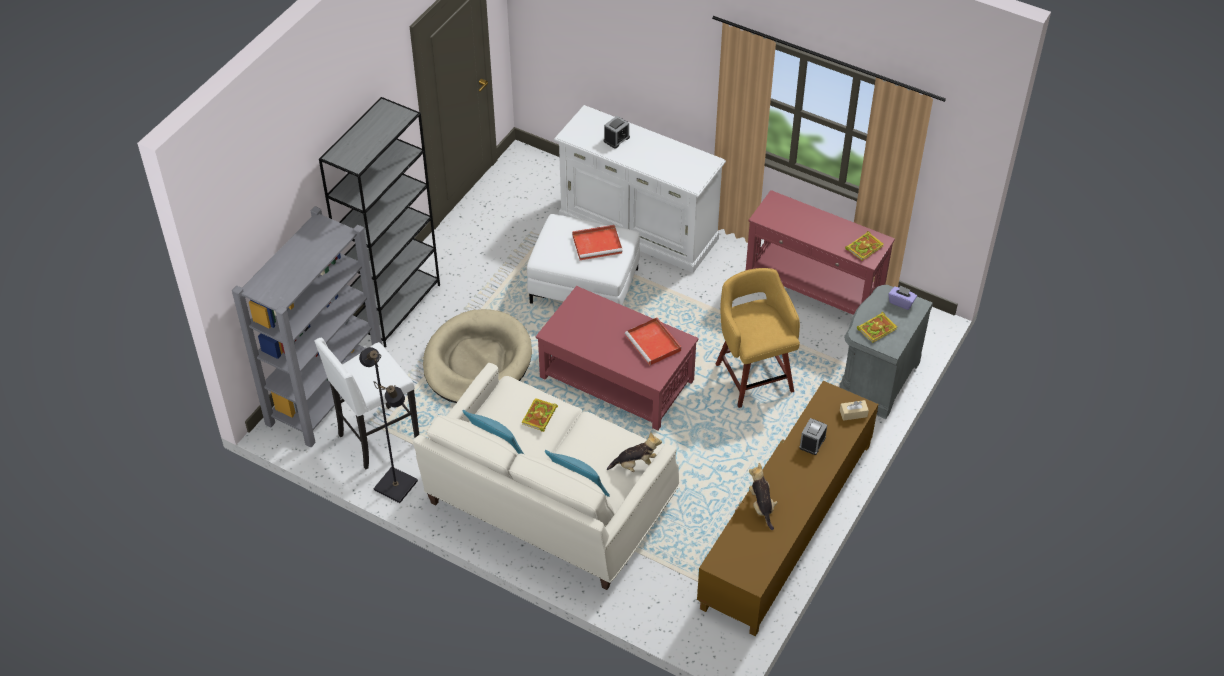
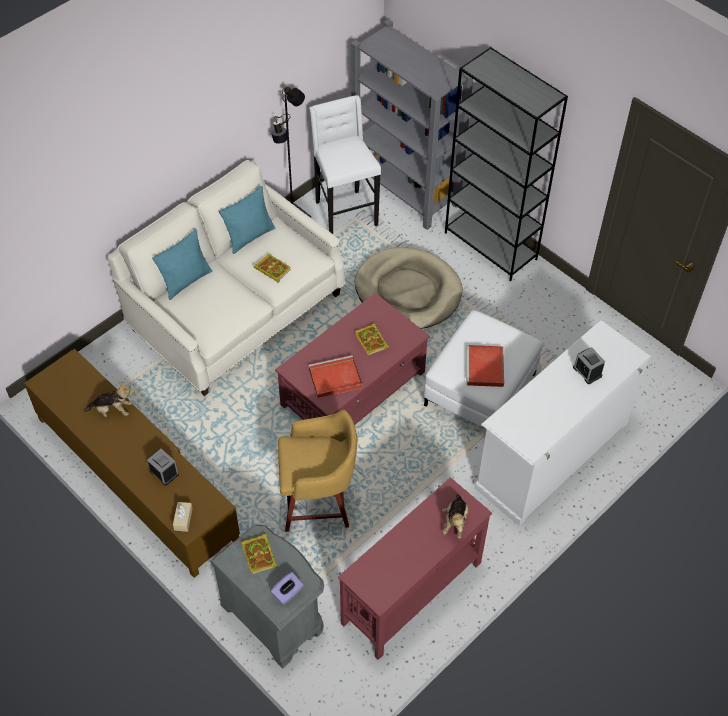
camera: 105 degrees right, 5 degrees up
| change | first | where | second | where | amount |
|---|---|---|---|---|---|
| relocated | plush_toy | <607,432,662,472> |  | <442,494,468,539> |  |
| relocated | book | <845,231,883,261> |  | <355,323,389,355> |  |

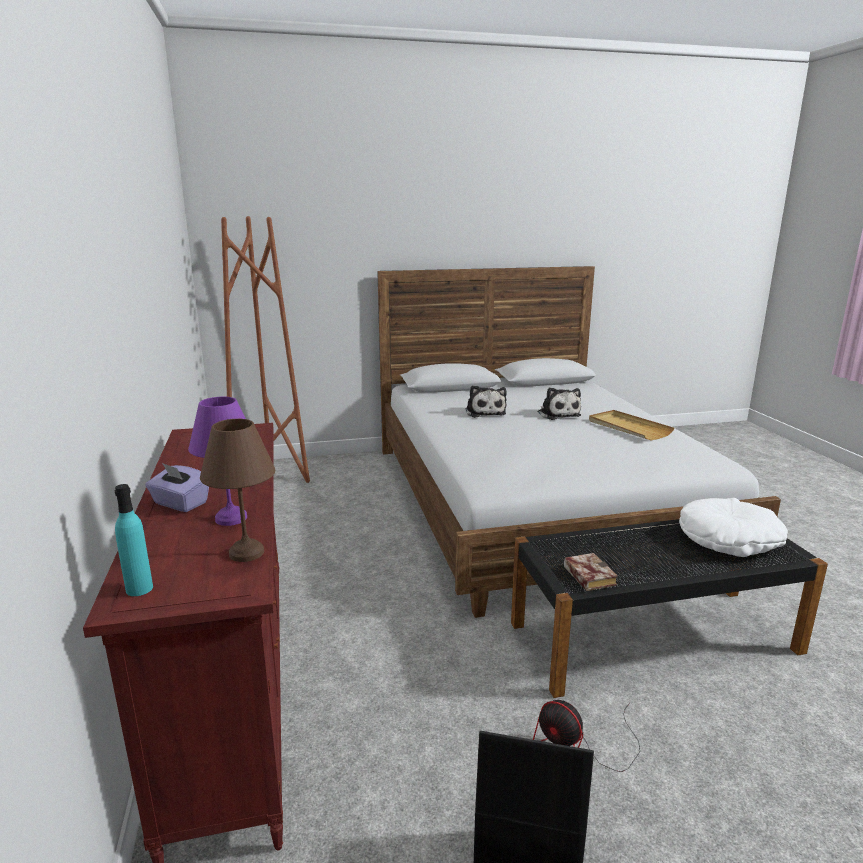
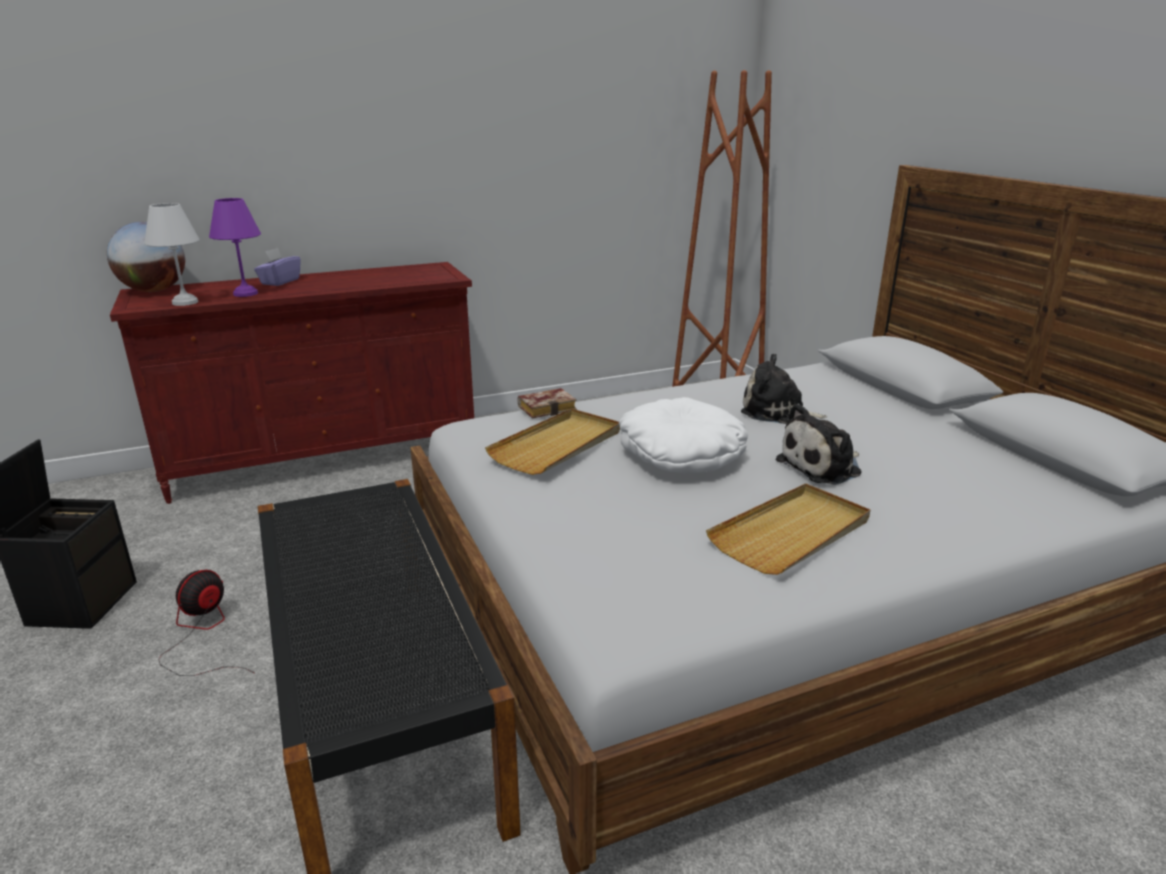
camera: 80 degrees right, 5 degrees up
| change | first | where | second | where | amount |
|---|---|---|---|---|---|
| exchanged | turquoise_bottle | <115,484,153,596> | globe | <107,222,185,292> |  |
| colour | brown_table_lamp | <200,419,275,562> | white_table_lamp | <144,203,200,306> |  |
| spun | plush_toy | <466,385,507,418> |  | <741,354,827,424> | 45 degrees clockwise |
| relocated | book | <564,553,618,591> |  | <517,388,577,418> |  |
| relocated | white_pillow | <679,498,788,557> |  | <619,397,748,473> |  |
| appeared |  |  | beige_tray | <485,408,620,475> |  |

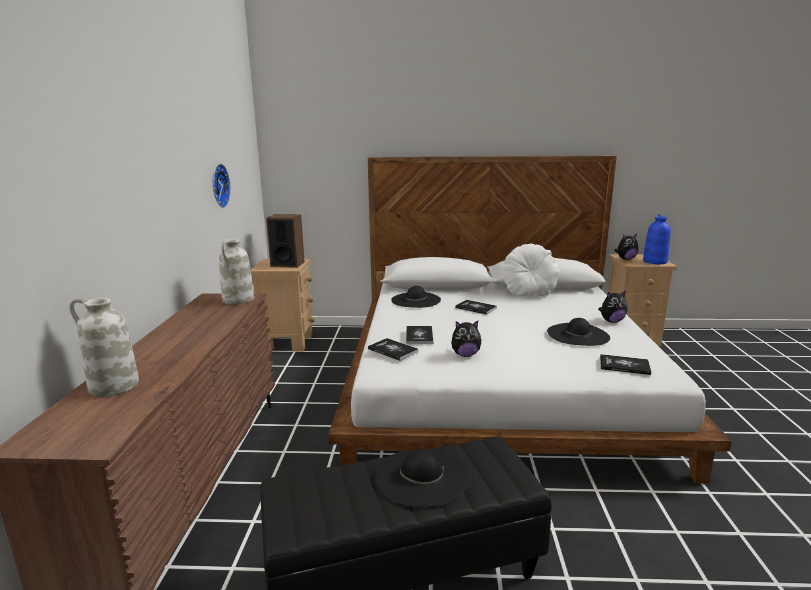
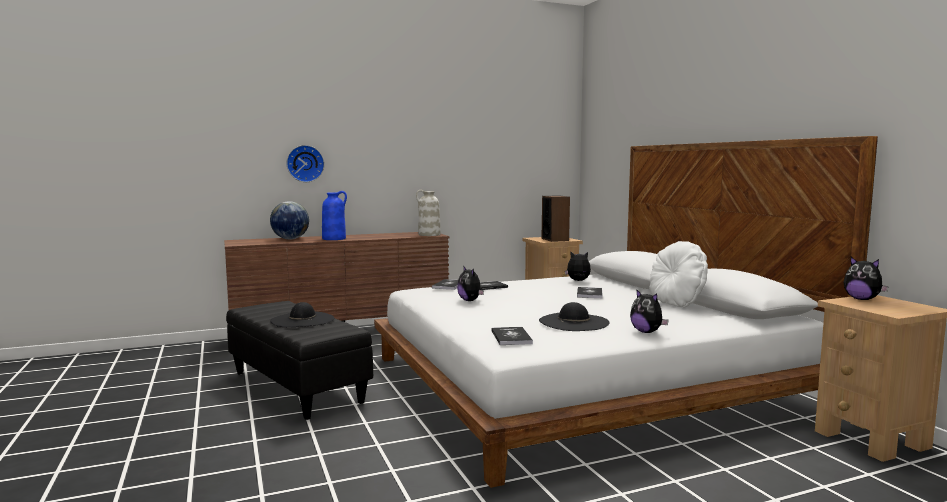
camera: 65 degrees right, 10 degrees down
| change | first | where | second | where | amount |
|---|---|---|---|---|---|
| exchanged | white_vase | <69,298,139,397> | globe | <270,201,309,239> |  |
| relocated | wall_clock | <213,164,231,208> |  | <286,145,324,182> |  |
| exchanged | black_hat | <391,286,441,308> | plush_toy | <565,252,591,281> |  |
| relocated | blue_vase | <643,214,671,264> |  | <322,191,347,240> |  |

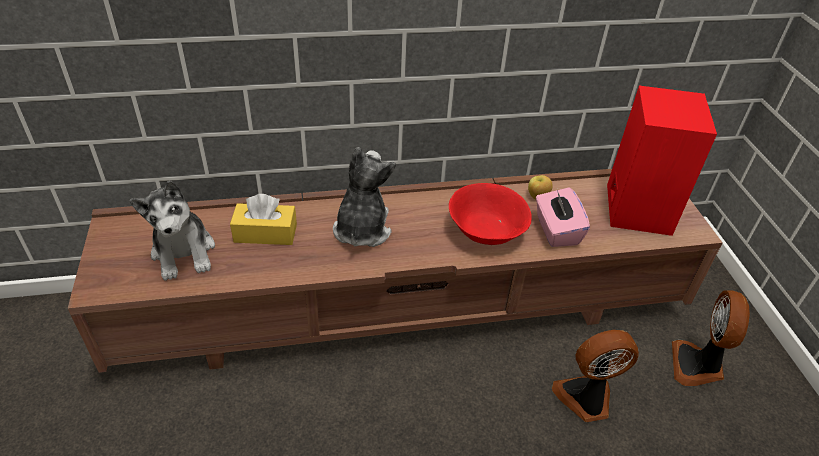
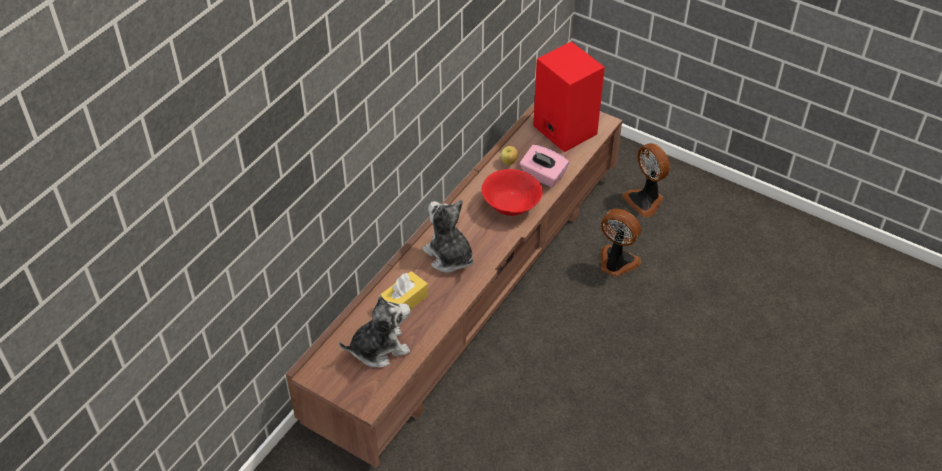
camera: 45 degrees left, 5 degrees up
| change | first | where | second | where | amount |
|---|---|---|---|---|---|
| spun | plush_toy | <130,180,215,281> |  | <339,295,411,367> | 45 degrees counterclockwise |
| spun | fan | <552,330,639,422> |  | <600,209,641,277> | 90 degrees clockwise |

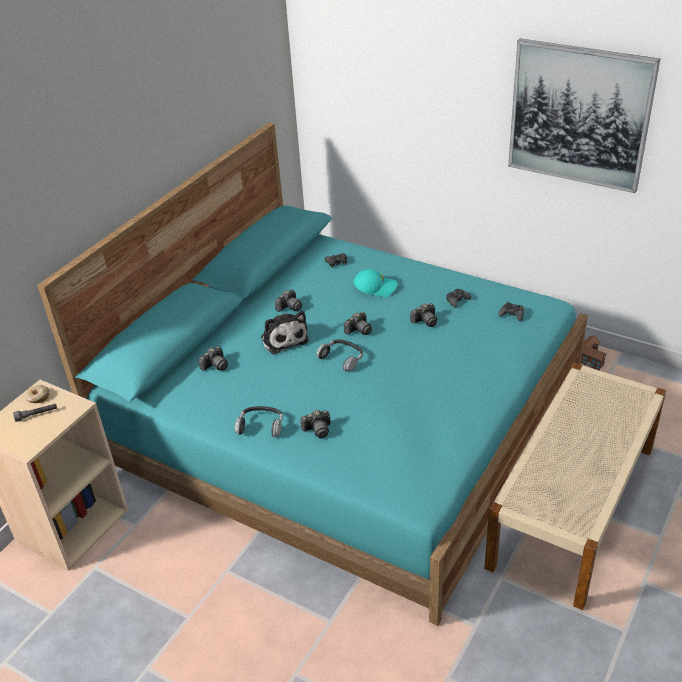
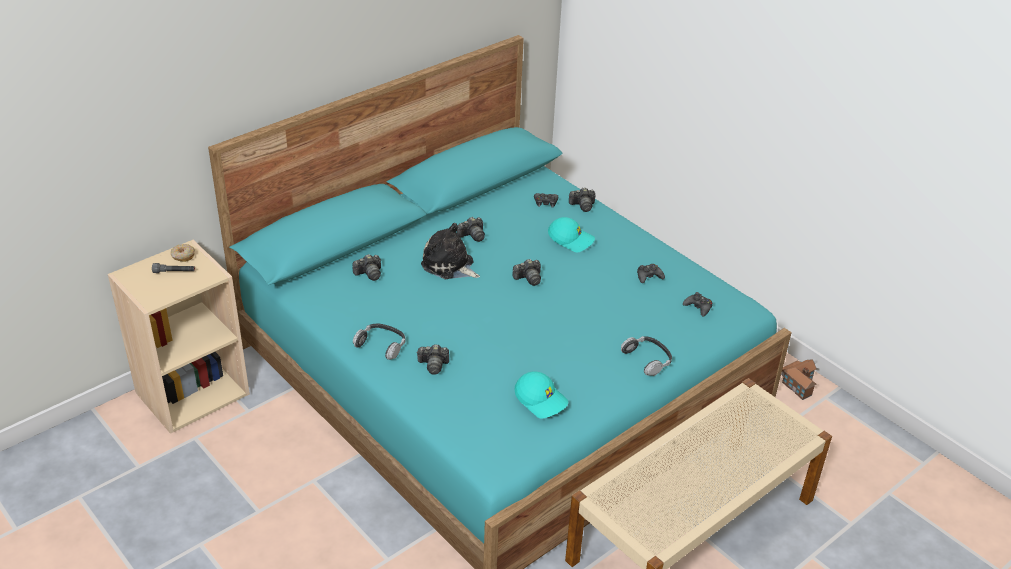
camera: 15 degrees right, 0 degrees up
| change | first | where | second | where | amount |
|---|---|---|---|---|---|
| spun | plush_toy | <261,311,308,354> |  | <421,223,480,279> | 135 degrees clockwise |
| relocated | headphones | <316,339,363,371> |  | <621,336,672,376> |  |
| relocated | photo_camera | <410,303,437,327> |  | <569,188,595,212> |  |
| missing | picture | <508,38,660,193> |  |  |  |
| appeared |  |  | turquoise_cap | <515,372,568,419> |  |

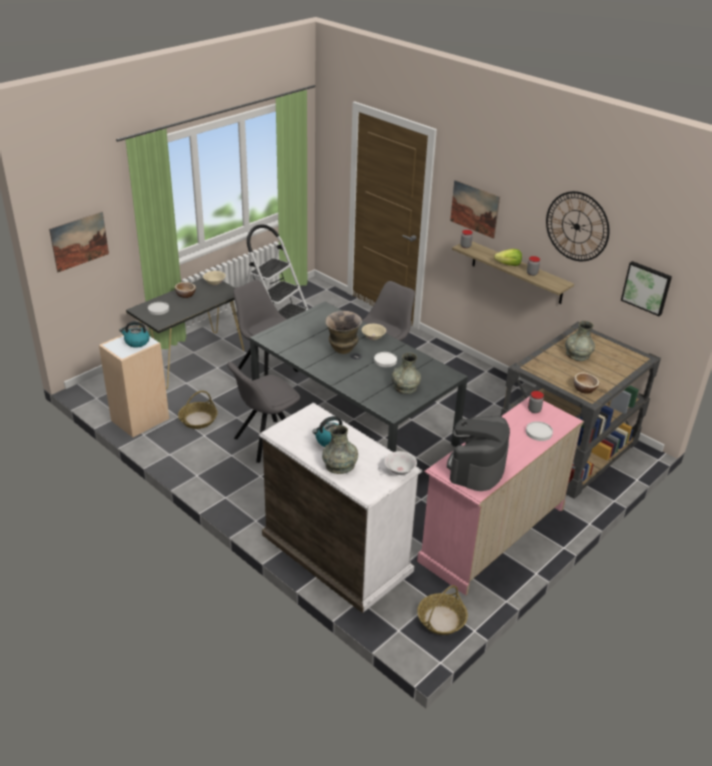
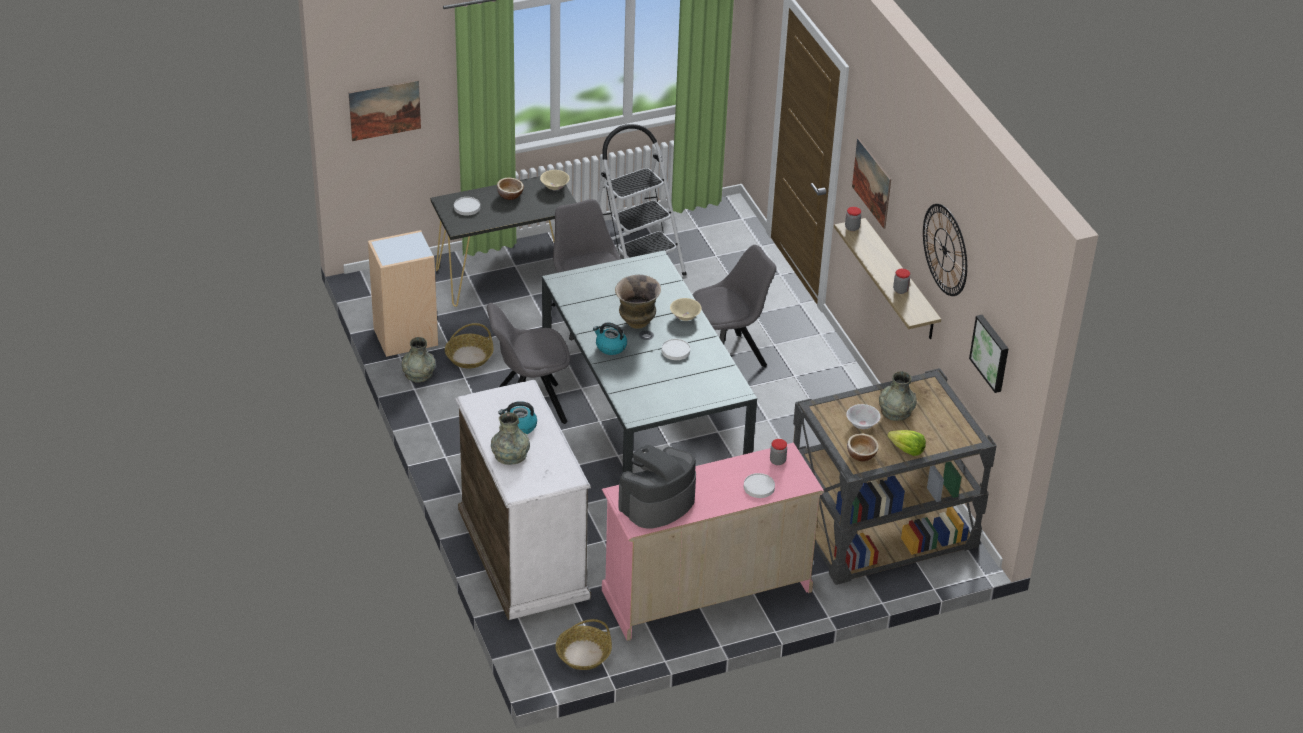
camera: 25 degrees right, 5 degrees up
| change | first | where | second | where | amount |
|---|---|---|---|---|---|
| relocated | kettle | <119,321,150,348> |  | <593,322,627,355> |  |
| relocated | white_bowl | <384,451,417,475> |  | <846,404,880,429> |  |
| relocated | grey_vase | <391,353,421,394> |  | <401,337,436,383> |  |
| relocated | lettuce | <494,249,522,266> |  | <887,430,926,456> |  |

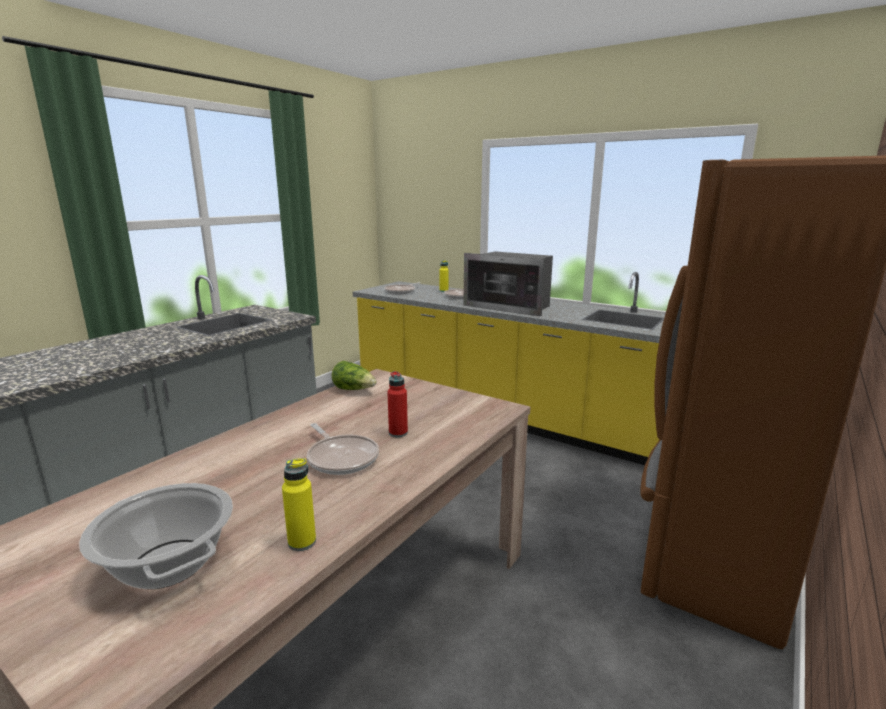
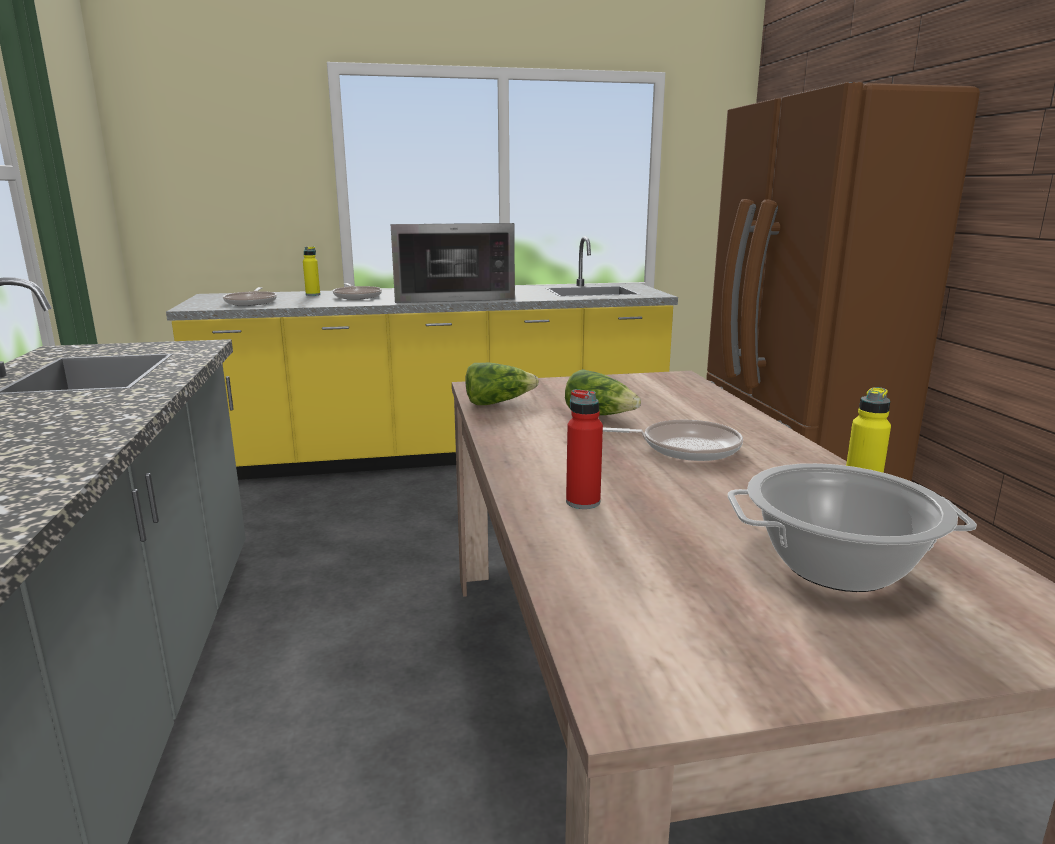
camera: 45 degrees left, 0 degrees up
| change | first | where | second | where | amount |
|---|---|---|---|---|---|
| relocated | red_bottle | <387,371,408,437> |  | <566,389,603,509> |  |
| appeared |  |  | lettuce | <565,369,641,415> |  |

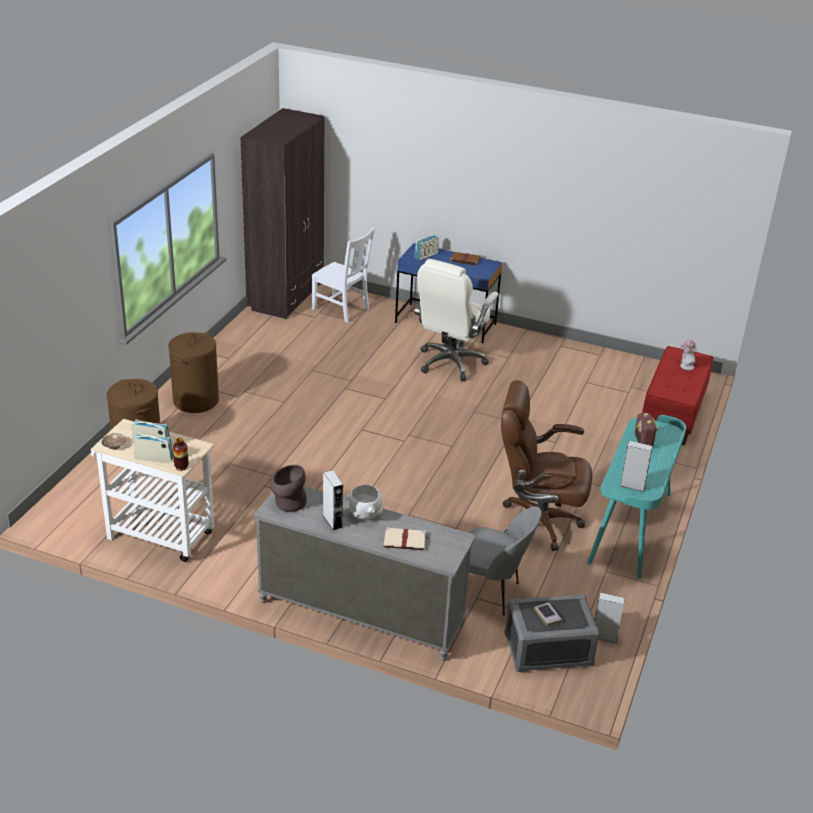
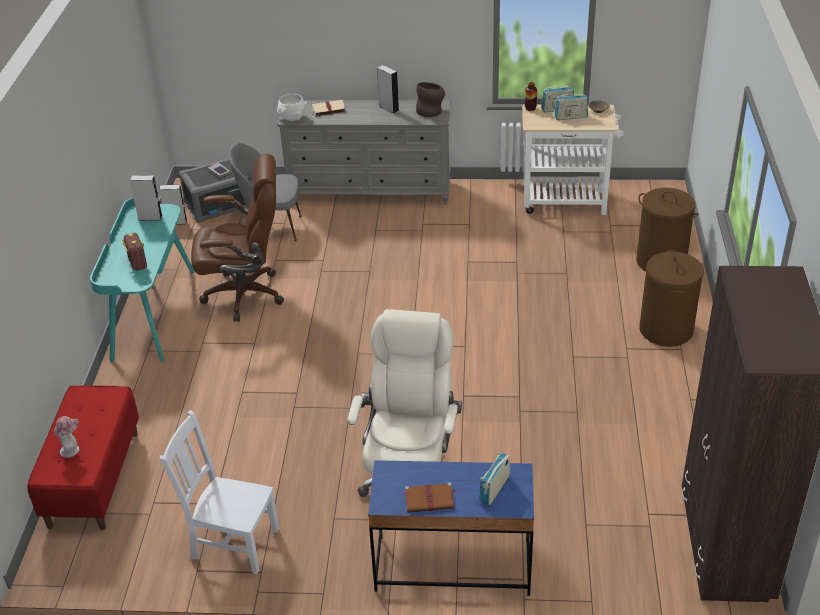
camera: 165 degrees right, 5 degrees up
| change | first | where | second | where | amount |
|---|---|---|---|---|---|
| relocated | white_chair | <312,227,375,323> |  | <160,410,279,574> |  |
| relocated | white_bowl | <346,485,383,520> |  | <277,94,307,121> |  |

